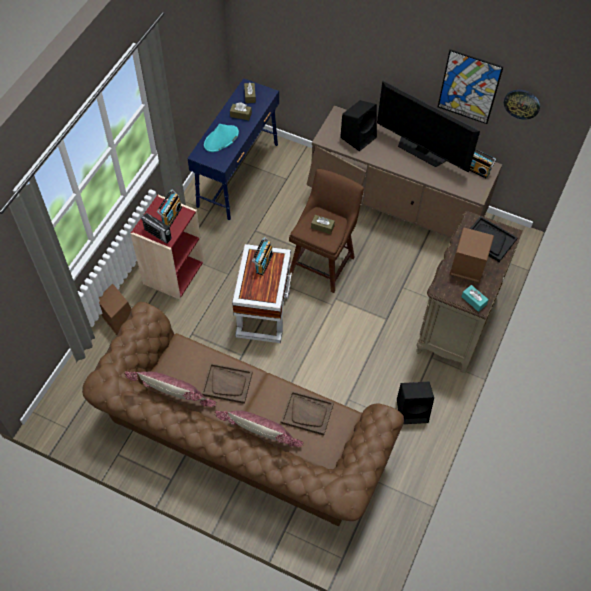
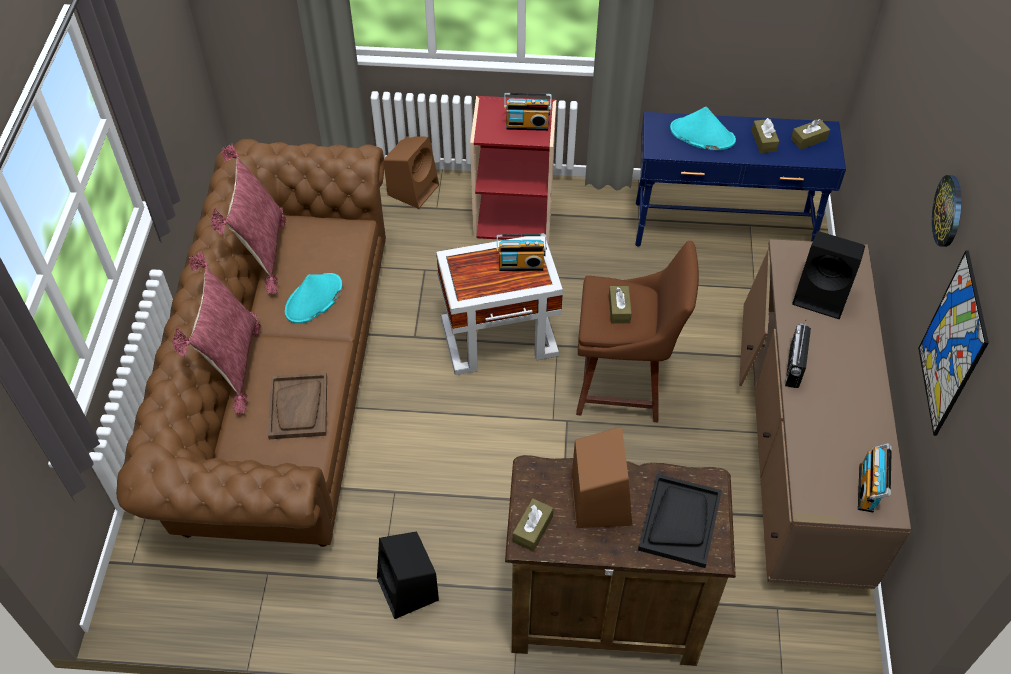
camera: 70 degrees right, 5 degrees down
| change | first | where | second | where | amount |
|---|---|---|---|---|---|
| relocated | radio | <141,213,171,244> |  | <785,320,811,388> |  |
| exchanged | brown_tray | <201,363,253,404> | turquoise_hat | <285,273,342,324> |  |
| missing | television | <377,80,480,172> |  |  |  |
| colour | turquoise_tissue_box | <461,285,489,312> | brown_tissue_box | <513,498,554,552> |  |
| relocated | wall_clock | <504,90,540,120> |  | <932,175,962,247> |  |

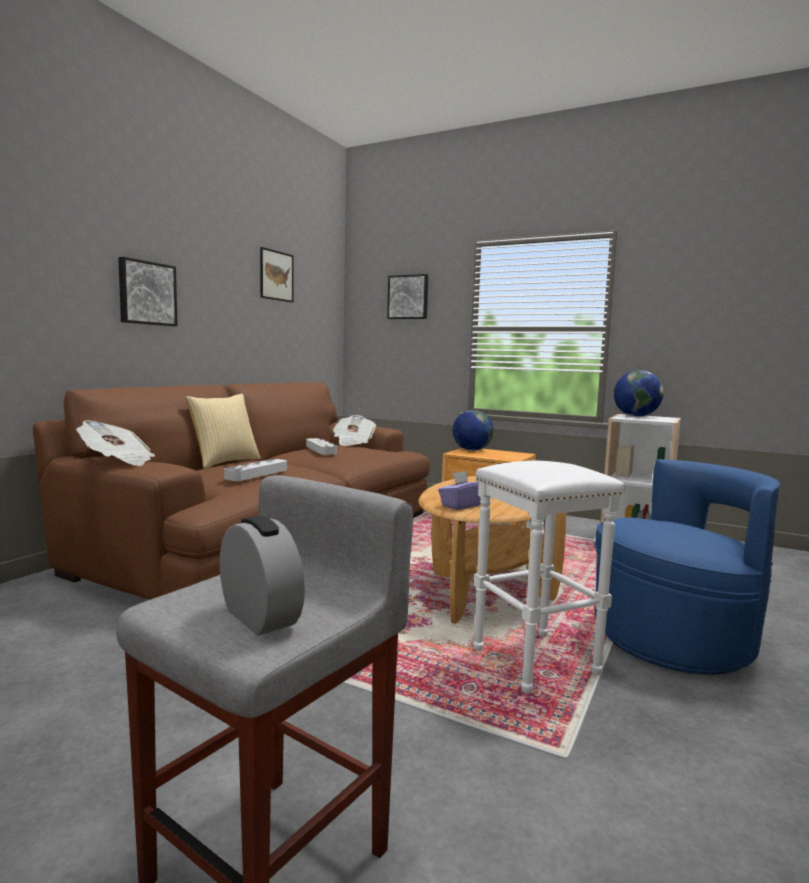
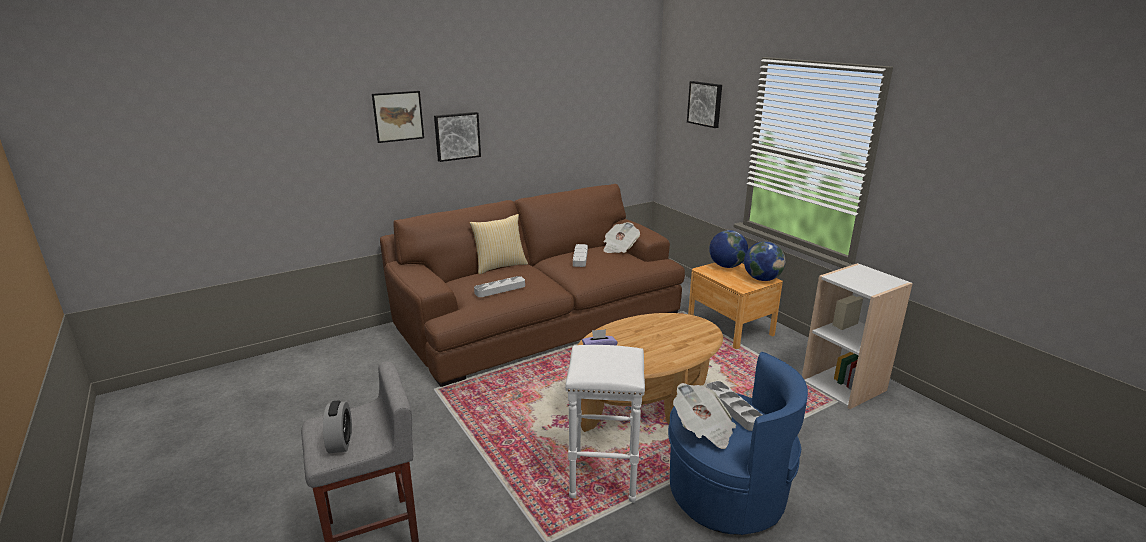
camera: 30 degrees right, 15 degrees up
| change | first | where | second | where | amount |
|---|---|---|---|---|---|
| relocated | newspaper | <76,420,155,466> |  | <673,383,736,449> |  |
| relocated | picture | <260,247,293,302> |  | <372,91,424,143> |  |
| relocated | globe | <614,370,664,417> |  | <744,242,786,281> |  |
| appeared |  |  | grey_tray | <706,381,762,431> |  |

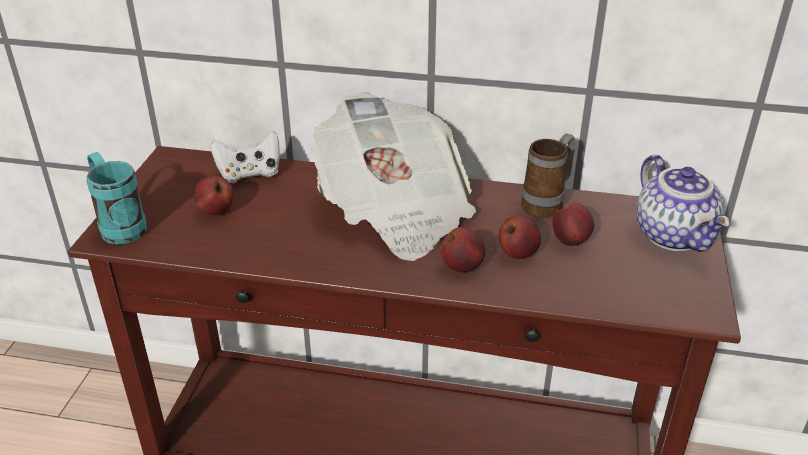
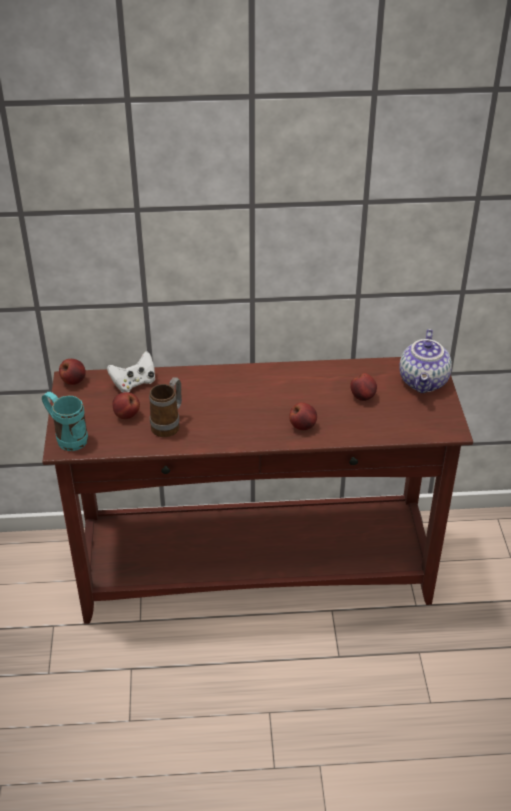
camera: 15 degrees left, 5 degrees up
| change | first | where | second | where | amount |
|---|---|---|---|---|---|
| missing | newspaper | <312,93,476,261> |  |  |  |
| relocated | apple | <499,216,541,259> |  | <59,359,86,385> |  |
| relocated | mug | <521,133,576,218> |  | <149,377,182,437> |  |
| spun | teapot | <636,155,731,252> |  | <399,329,452,393> | 45 degrees clockwise |

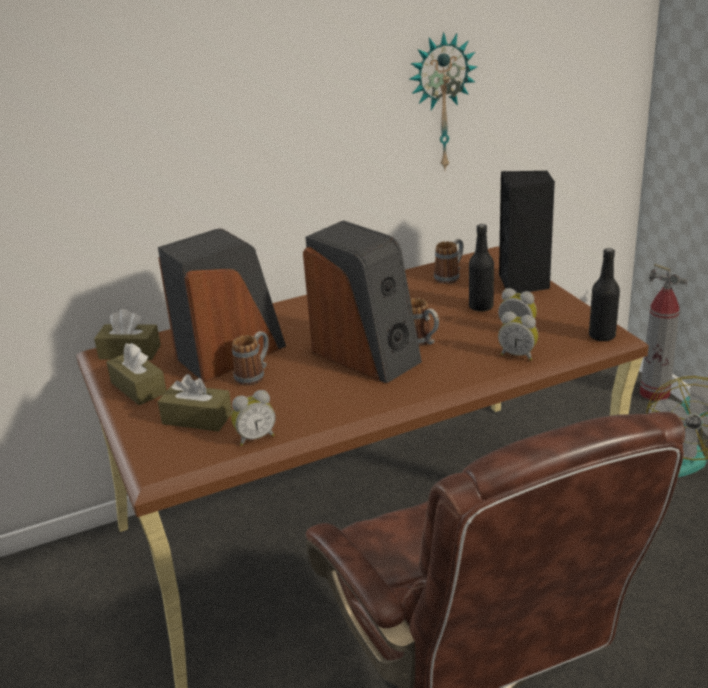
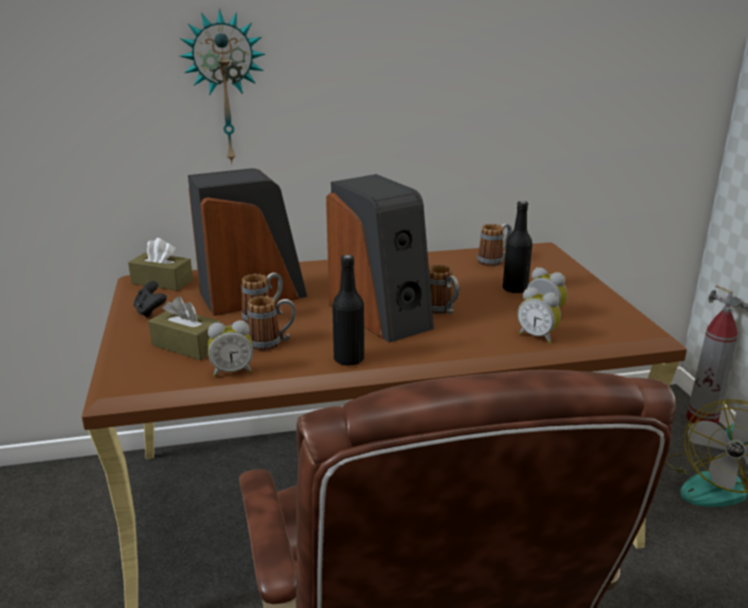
camera: 10 degrees right, 5 degrees down
| change | first | where | second | where | amount |
|---|---|---|---|---|---|
| exchanged | brown_tissue_box | <106,343,167,405> | black_game_controller | <134,281,167,318> |  |
| relocated | wall_clock | <409,32,477,170> |  | <180,9,265,165> |  |
| missing | black_speaker | <499,171,555,293> |  |  |  |
| relocated | black_bottle | <589,248,620,342> |  | <332,255,364,366> |  |
| appeared |  |  | mug | <247,296,296,351> |  |

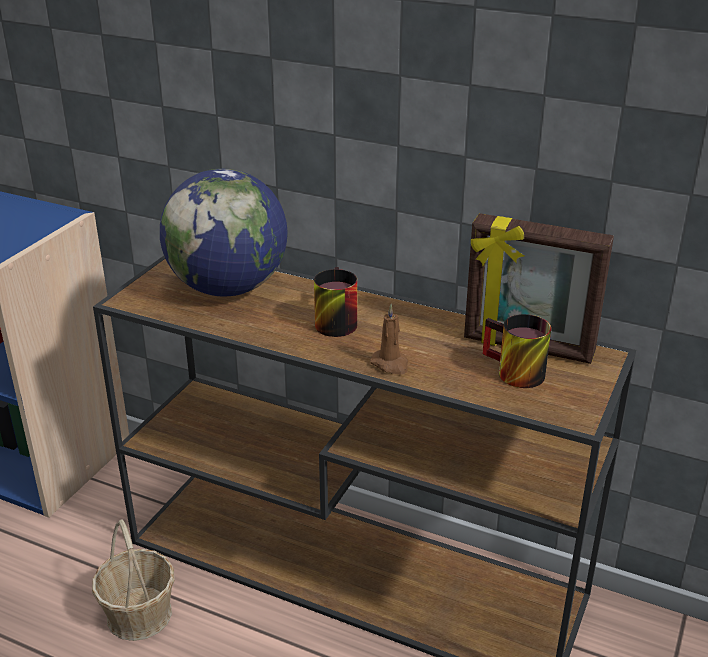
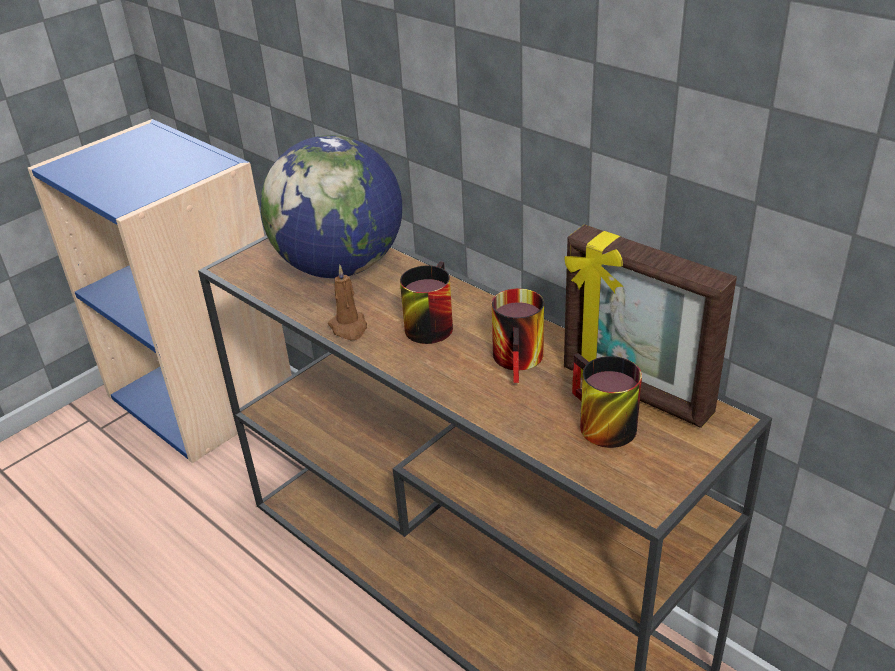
camera: 20 degrees right, 5 degrees up
| change | first | where | second | where | amount |
|---|---|---|---|---|---|
| missing | basket | <92,519,175,641> |  |  |  |
| relocated | brown_candle | <370,304,408,375> |  | <328,265,367,340> |  |
| appeared |  |  | mug | <492,288,544,383> |  |

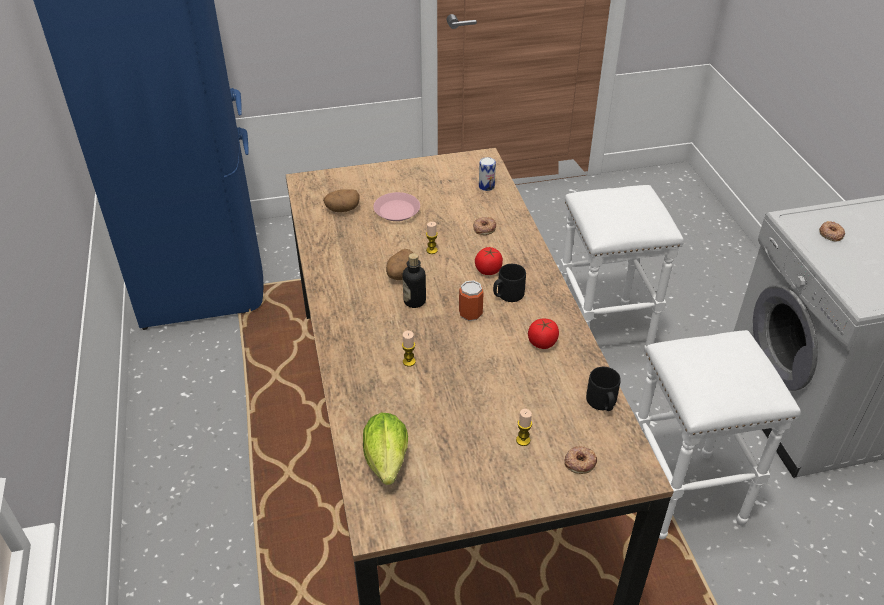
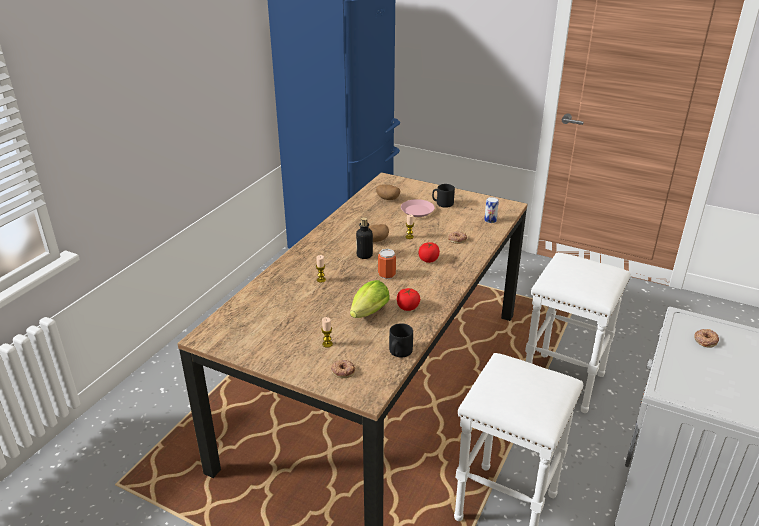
camera: 40 degrees right, 10 degrees down
| change | first | where | second | where | amount |
|---|---|---|---|---|---|
| relocated | lettuce | <363,413,408,485> |  | <350,280,390,318> |  |
| relocated | black_mug | <493,264,526,302> |  | <432,184,455,208> |  |

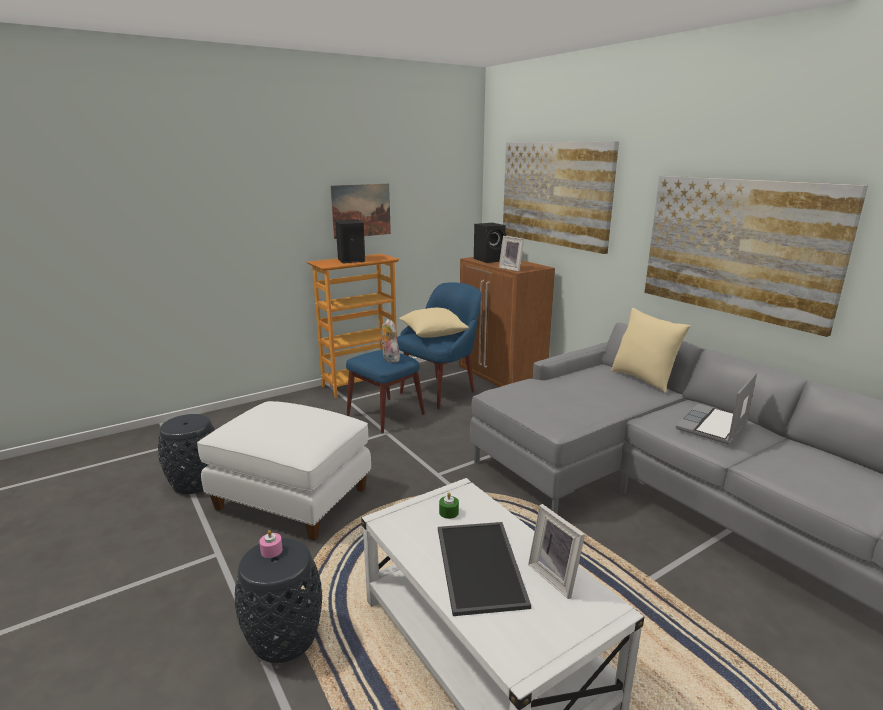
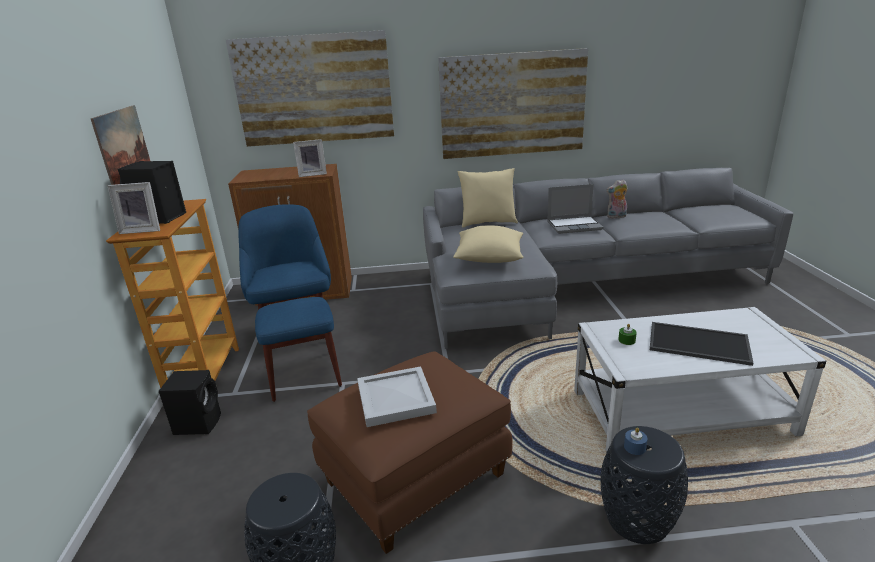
camera: 60 degrees left, 5 degrees up
| change | first | where | second | where | amount |
|---|---|---|---|---|---|
| colour | white_ottoman | <197,401,371,540> | brown_ottoman | <307,351,513,554> |  |
| colour | pink_candle | <259,530,283,558> | blue_candle | <624,428,648,455> |  |
| relocated | plush_toy | <381,319,400,363> |  | <606,179,628,219> |  |
| relocated | beige_pillow | <399,308,469,338> |  | <453,226,523,263> |  |
| relocated | black_speaker | <474,223,506,263> |  | <159,370,221,435> |  |
| relocated | picture_frame | <528,504,585,599> |  | <107,182,160,234> |  |
| spun | laptop | <676,372,757,444> |  | <547,184,604,234> | 75 degrees counterclockwise |
| appeared |  |  | white_tray | <357,366,437,427> |  |

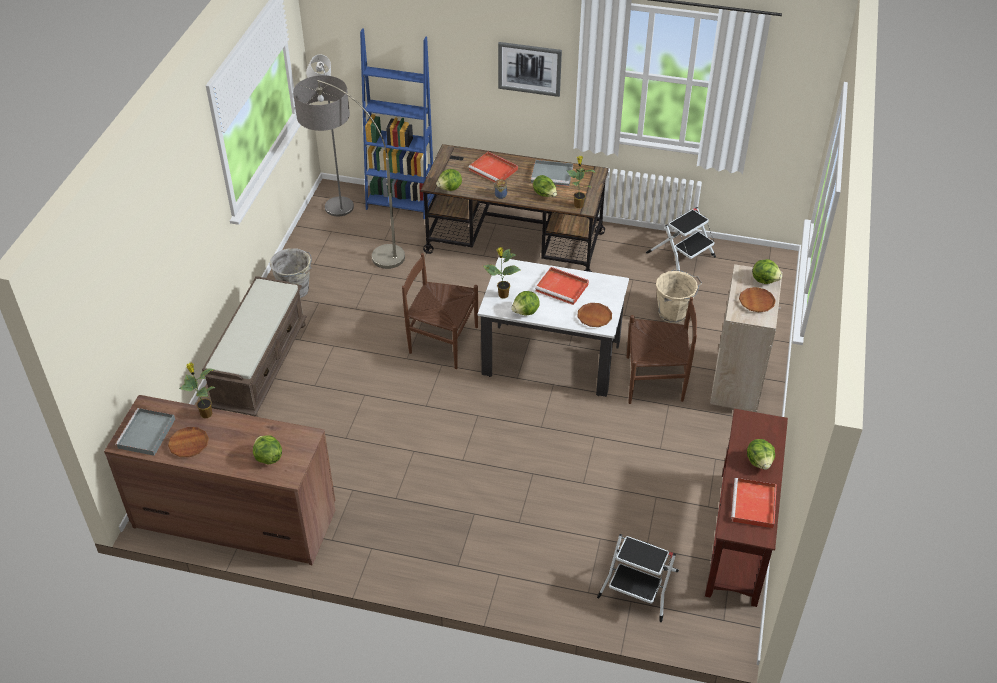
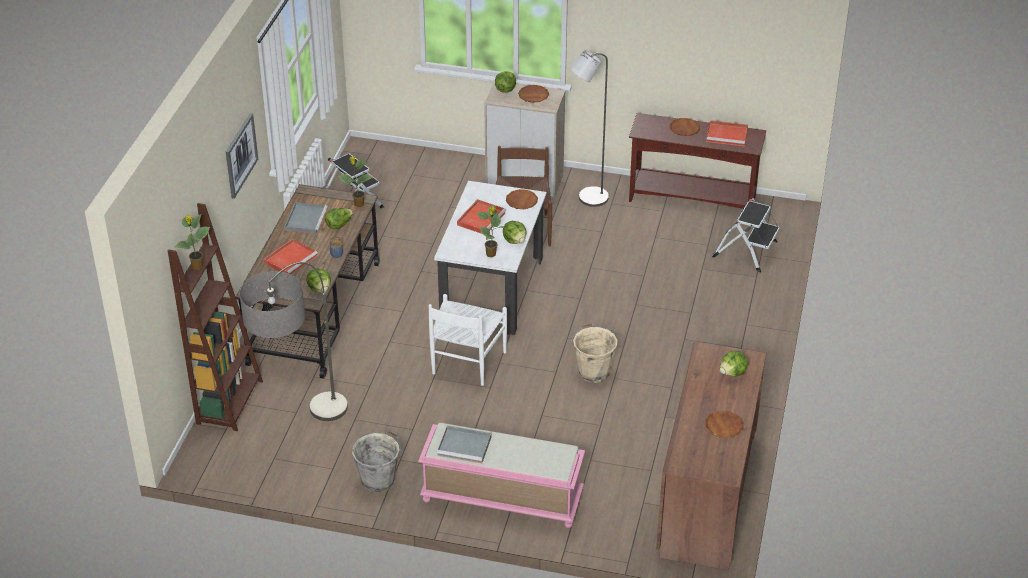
camera: 90 degrees left, 5 degrees down
| change | first | where | second | where | amount |
|---|---|---|---|---|---|
| relocated | grey_tray | <115,408,175,456> |  | <437,426,491,463> |  |
| relocated | potted_plant | <179,363,216,418> |  | <175,214,210,270> |  |
| colour | brown_bench | <202,276,307,417> | pink_bench | <418,423,585,528> |  |
| relocated | grey_floor_lamp | <306,55,354,216> |  | <570,50,609,207> |  |
| colour | blue_bookcase | <360,28,435,219> | brown_bookcase | <168,203,263,431> |  |
| colour | brown_chair | <402,253,478,369> | white_chair | <429,294,507,386> |  |
| relocated | beige_bucket | <656,269,702,323> |  | <571,324,618,383> |  |
| exchanged | lettuce | <747,439,775,470> | brown_plate | <670,118,700,136> |  |

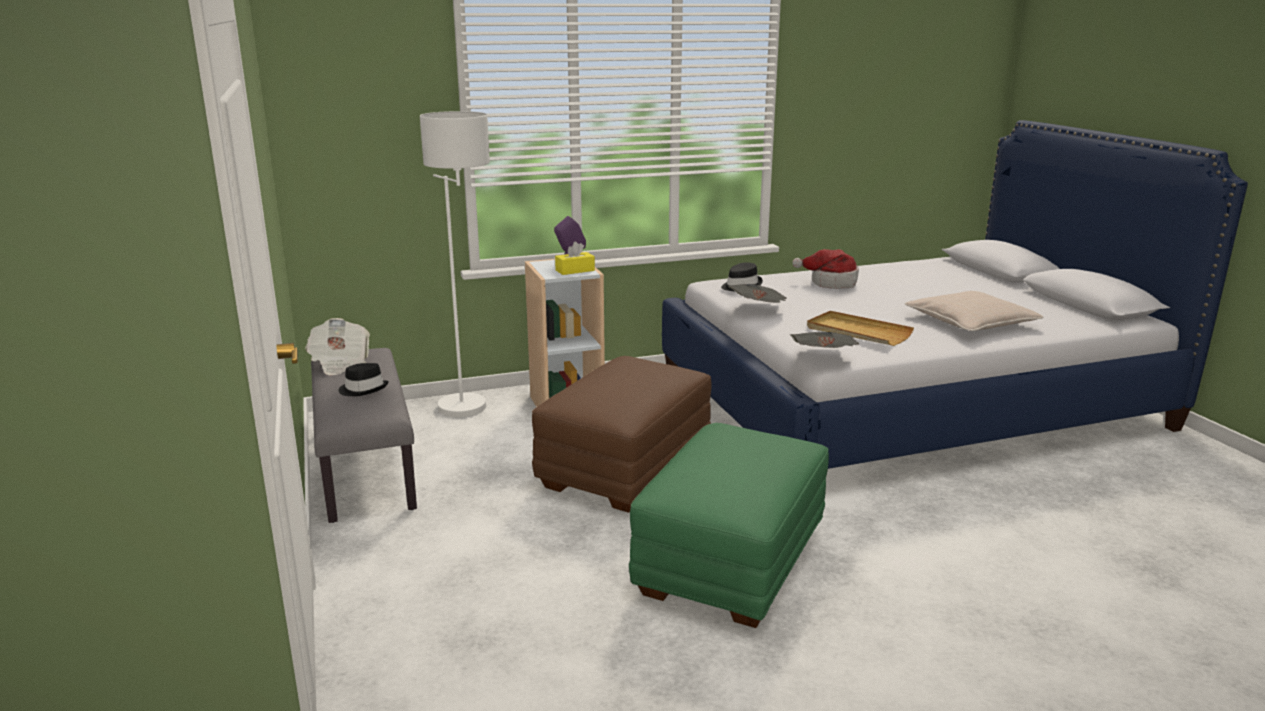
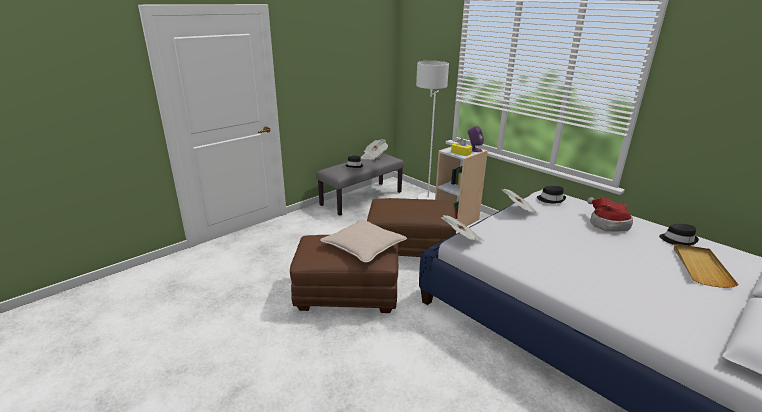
camera: 65 degrees right, 5 degrees up
| change | first | where | second | where | amount |
|---|---|---|---|---|---|
| colour | green_ottoman | <629,423,829,628> | brown_ottoman | <290,235,398,313> |  |
| relocated | beige_tray | <807,311,914,346> |  | <674,244,739,288> |  |
| relocated | beige_pillow | <905,291,1043,331> |  | <320,219,407,263> |  |
| appeared |  |  | black_hat | <659,224,699,246> |  |

